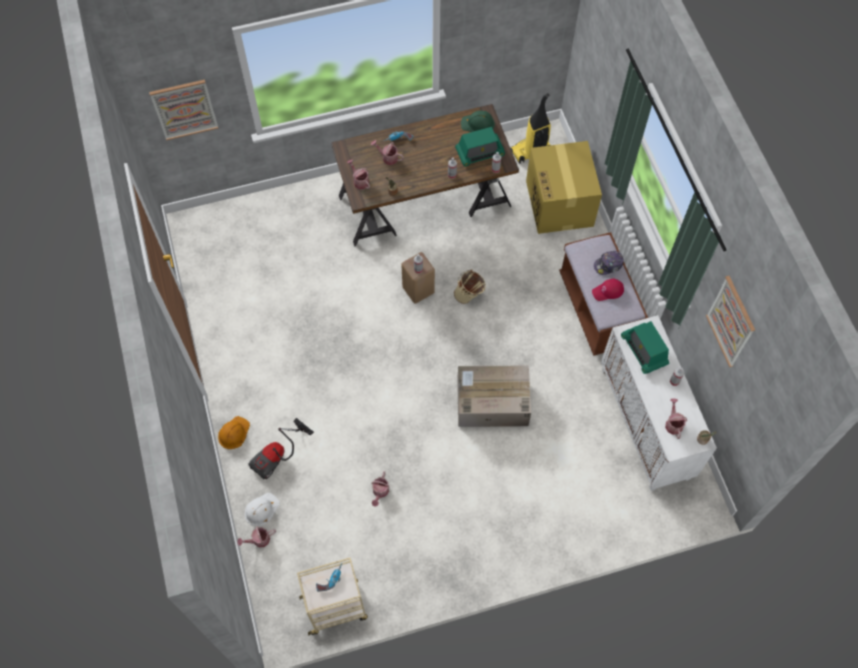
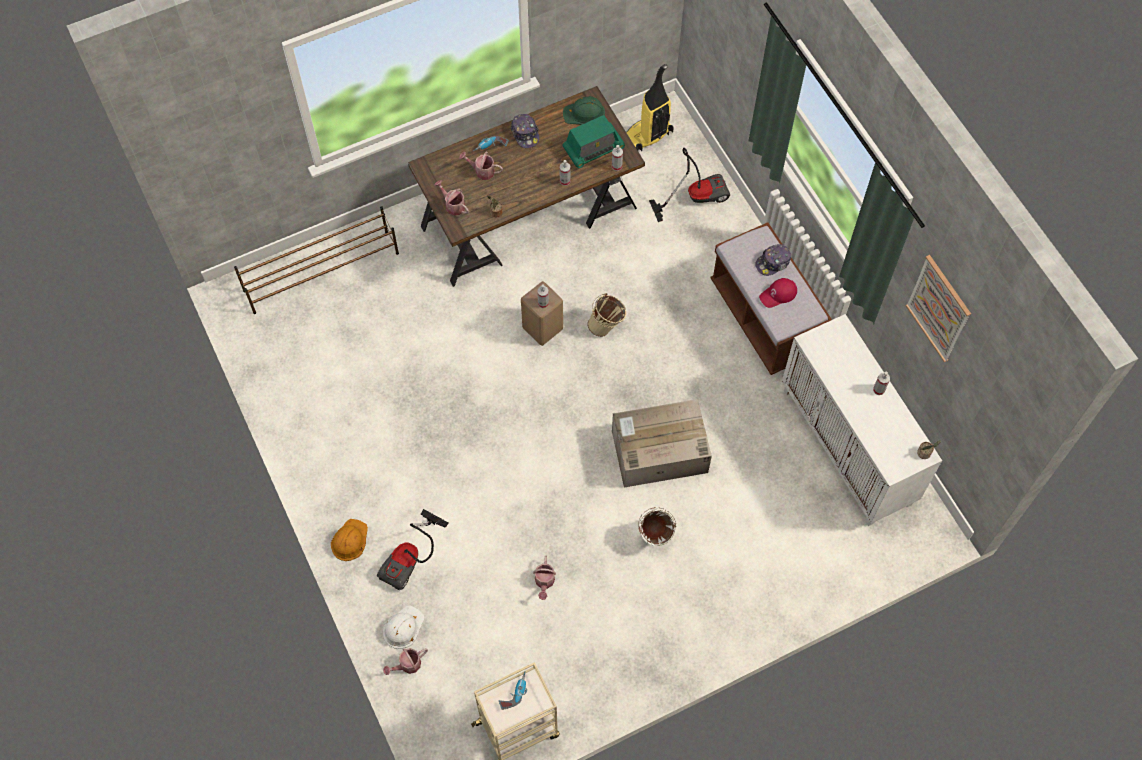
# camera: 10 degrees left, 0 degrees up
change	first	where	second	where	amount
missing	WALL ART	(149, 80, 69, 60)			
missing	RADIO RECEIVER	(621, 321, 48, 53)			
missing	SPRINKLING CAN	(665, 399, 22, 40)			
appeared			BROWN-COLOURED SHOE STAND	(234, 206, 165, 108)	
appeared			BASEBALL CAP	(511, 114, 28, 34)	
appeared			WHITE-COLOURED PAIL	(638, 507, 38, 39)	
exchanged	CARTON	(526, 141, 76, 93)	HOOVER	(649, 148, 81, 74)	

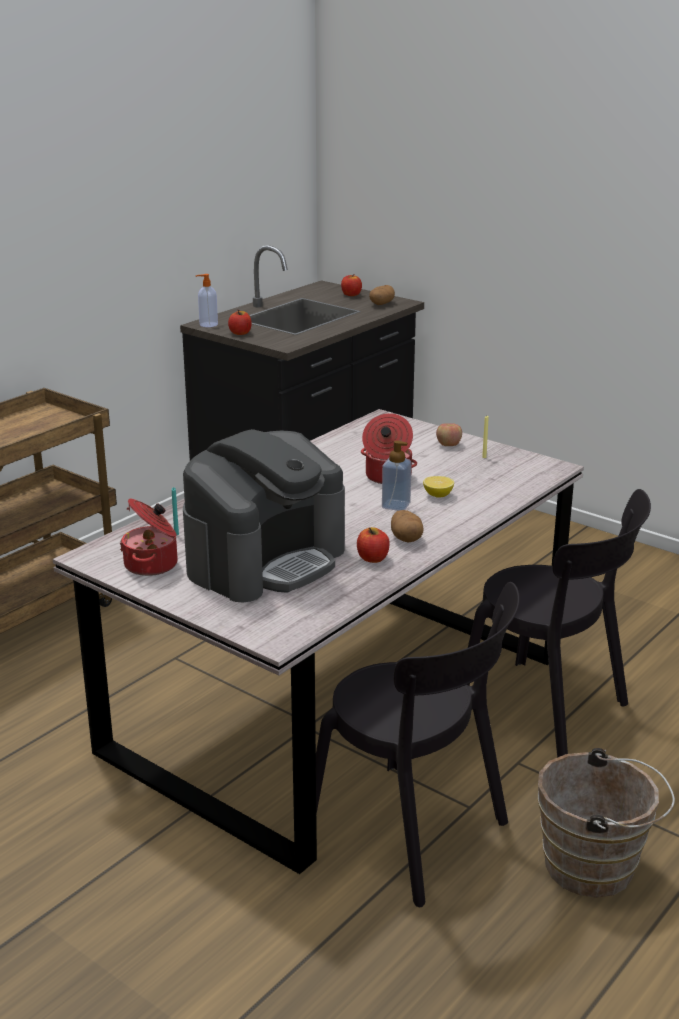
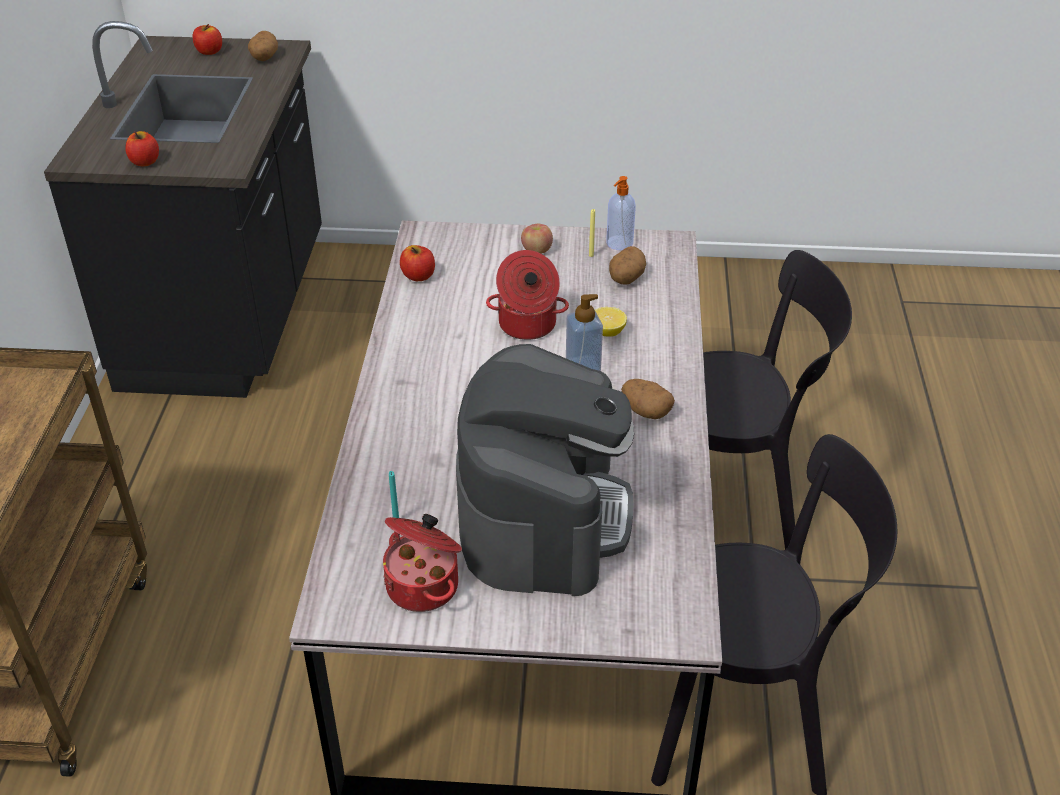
# camera: 35 degrees left, 15 degrees up
change	first	where	second	where	amount
missing	BROWN-COLOURED PAIL	(537, 748, 138, 150)			
appeared			POTATO	(609, 246, 37, 39)	
relocated	SOAP DISPENSER	(196, 274, 22, 53)		(606, 176, 30, 74)	
relocated	APPLE FRUIT	(357, 527, 32, 36)		(400, 245, 35, 36)	

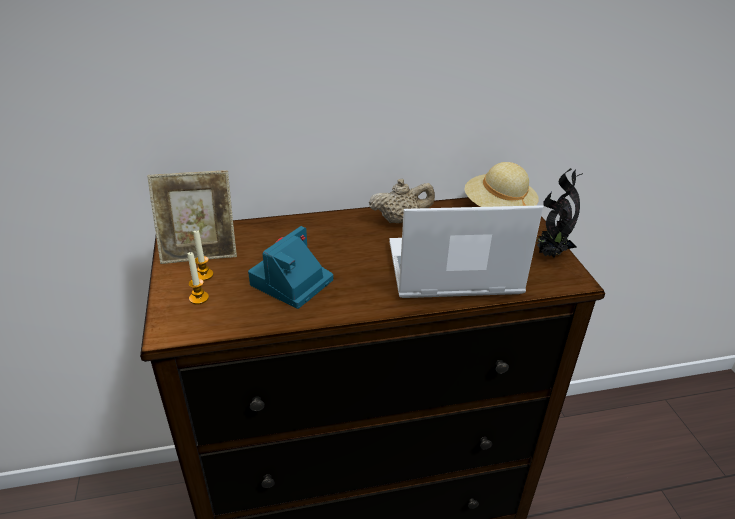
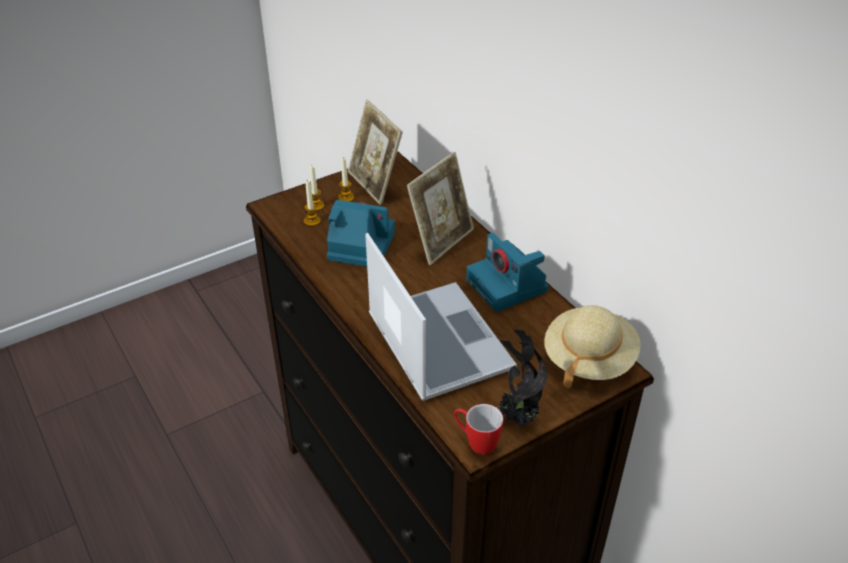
# camera: 70 degrees right, 5 degrees up
change	first	where	second	where	amount
appeared			WAX CANDLE	(304, 180, 17, 46)	
appeared			PICTURE FRAME	(407, 152, 67, 113)	
appeared			TEA MUG	(454, 404, 49, 51)	
exchanged	SAND-COLOURED POT FOR TEA	(369, 178, 66, 45)	STILL CAMERA	(466, 233, 83, 79)	

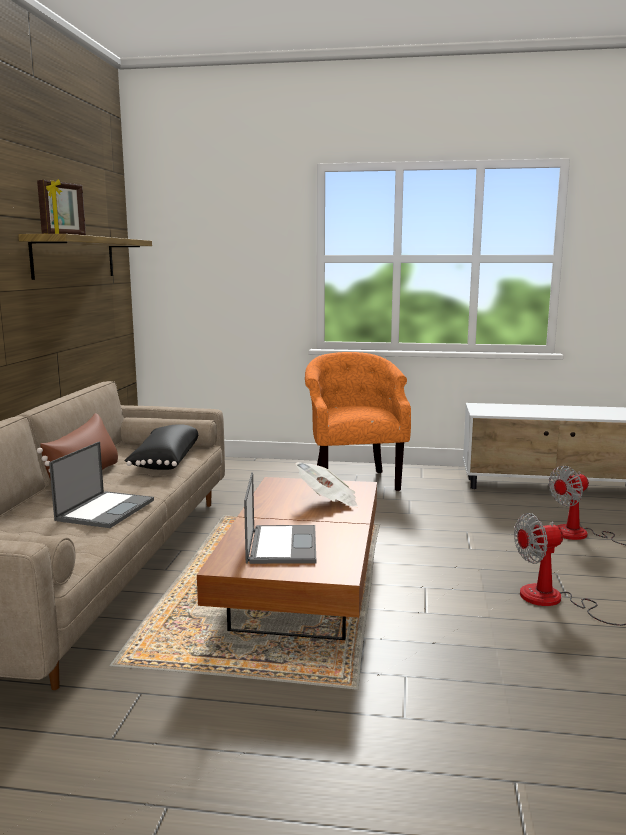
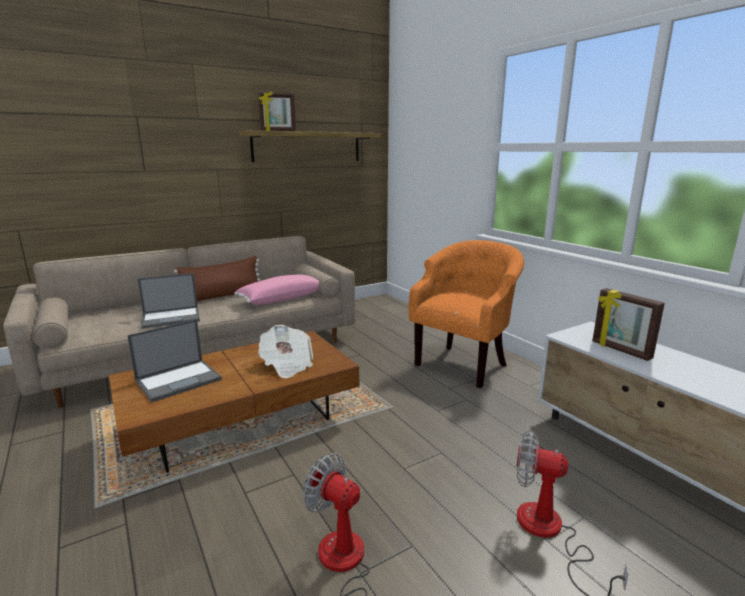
# camera: 50 degrees right, 5 degrees up
change	first	where	second	where	amount
appeared			PICTURE FRAME	(592, 288, 73, 73)	
colour	BLACKISH PILLOW	(124, 424, 74, 46)	PINKISH PILLOW	(234, 275, 85, 30)	

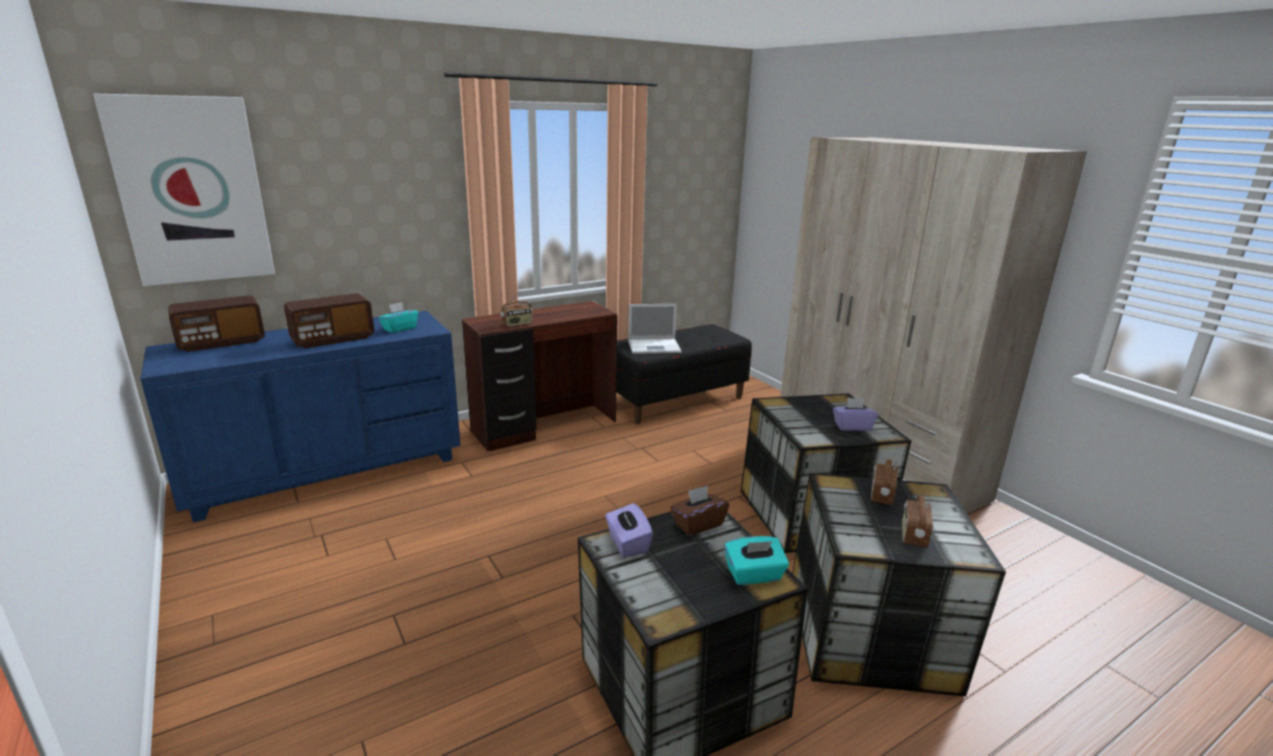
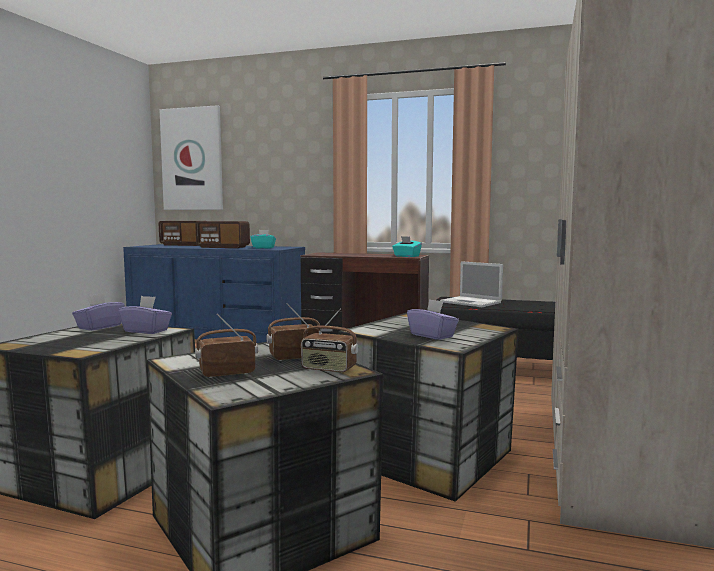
# camera: 50 degrees right, 15 degrees down
change	first	where	second	where	amount
relocated	RADIO RECEIVER	(501, 292, 31, 35)		(301, 309, 57, 64)	
relocated	TURQUOISE-COLOURED TISSUE HOLDER	(724, 536, 65, 49)		(392, 236, 30, 21)	
colour	BROWN-COLOURED TISSUE HOLDER	(671, 486, 58, 50)	PURPLISH TISSUE HOLDER	(118, 296, 54, 38)	

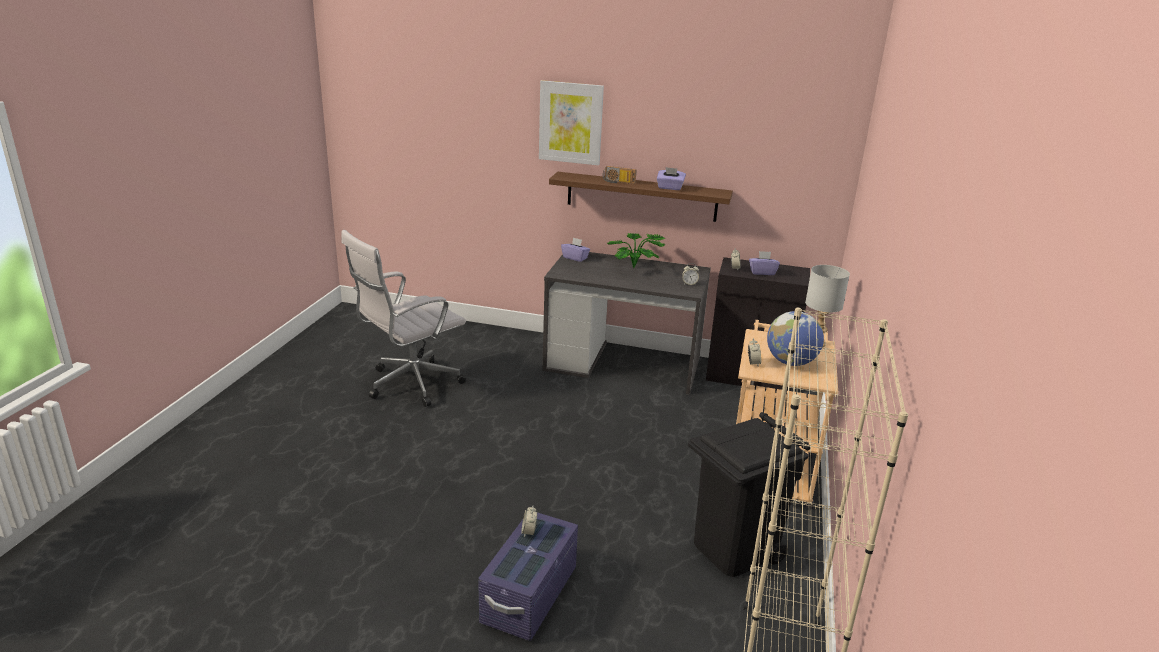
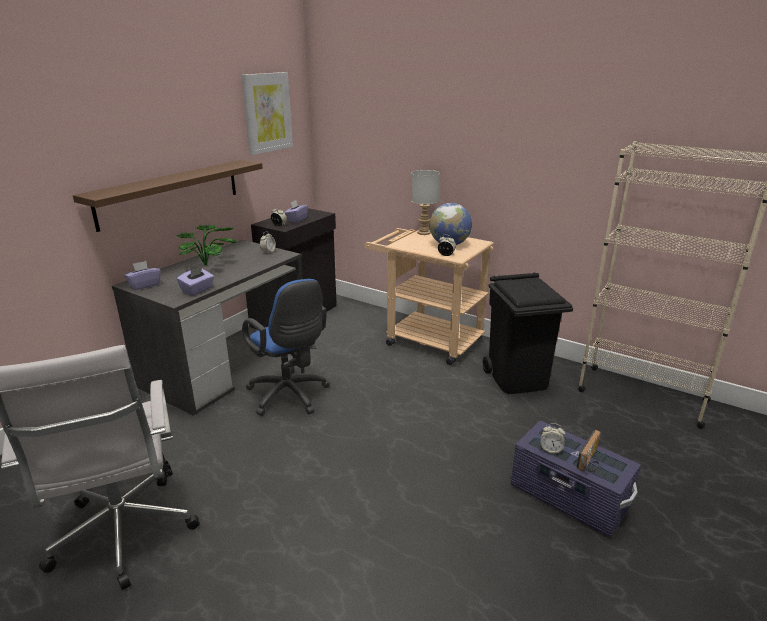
# camera: 70 degrees left, 0 degrees up
change	first	where	second	where	amount
appeared			BLUISH COMPUTER CHAIR	(242, 279, 88, 137)	
relocated	WALL ART	(539, 80, 65, 85)		(242, 72, 51, 83)	
relocated	RADIO RECEIVER	(603, 166, 34, 18)		(577, 430, 24, 42)	
relocated	PURPLISH TISSUE HOLDER	(657, 167, 29, 23)		(177, 267, 37, 29)	

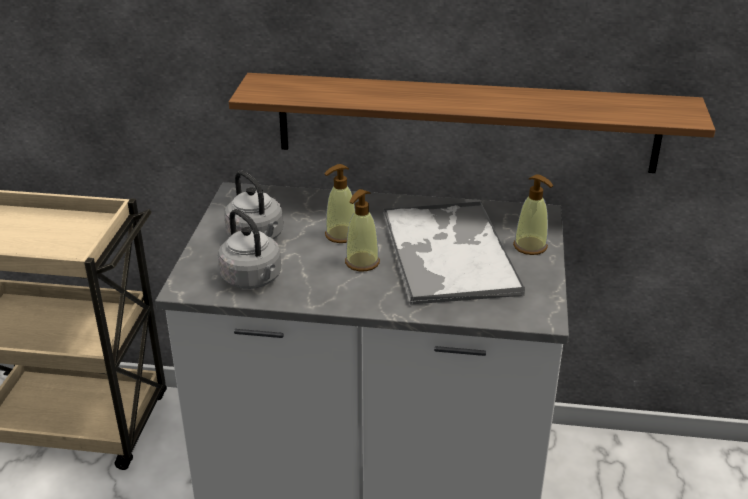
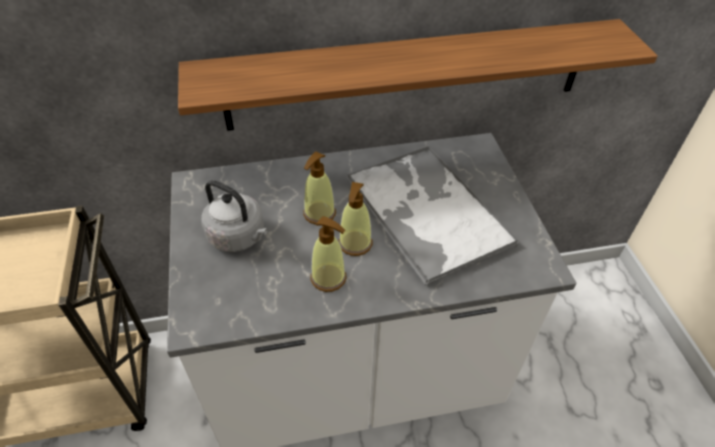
# camera: 20 degrees left, 15 degrees up
change	first	where	second	where	amount
missing	GREY TEA KETTLE	(218, 209, 63, 80)			
relocated	SOAP DISPENSER	(513, 175, 40, 80)		(310, 216, 37, 76)	

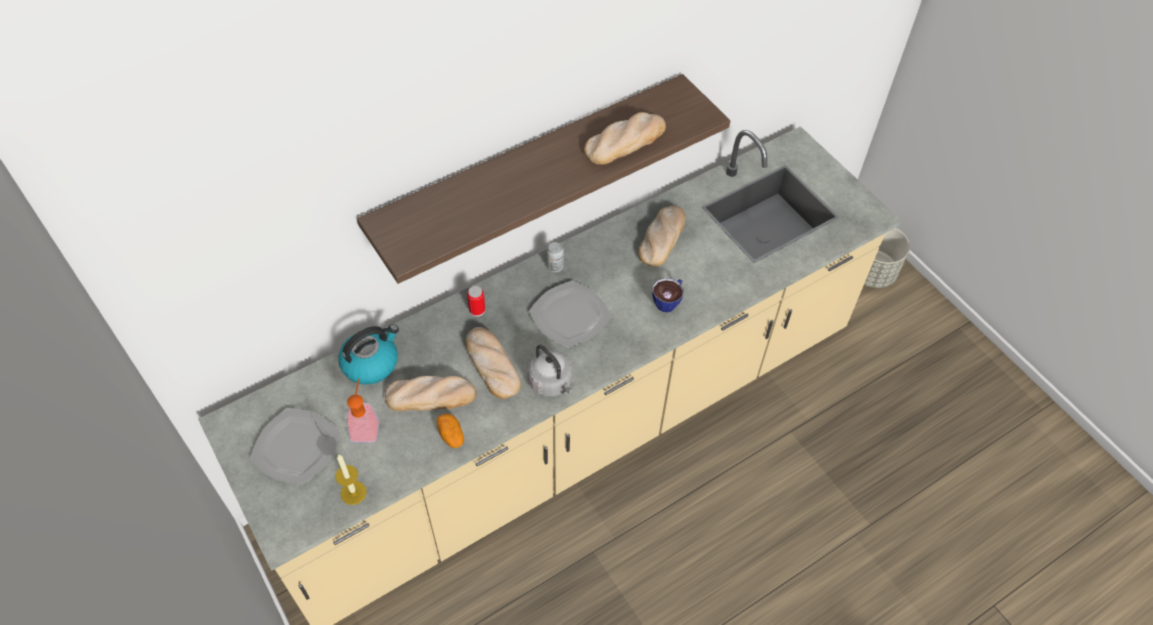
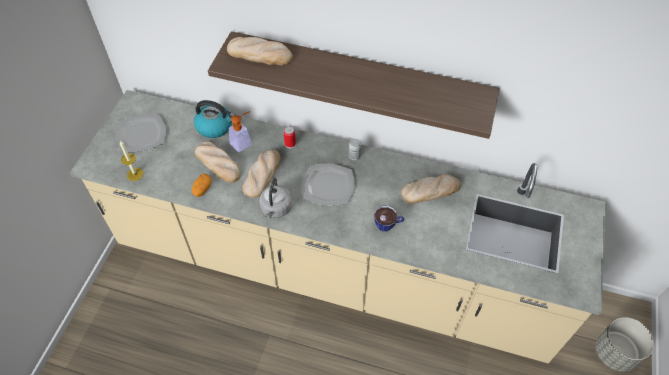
# camera: 50 degrees right, 0 degrees up
change	first	where	second	where	amount
relocated	SOAP DISPENSER	(346, 379, 33, 63)		(229, 111, 23, 41)	
relocated	BAKED BREAD	(584, 112, 82, 52)		(227, 37, 66, 28)	

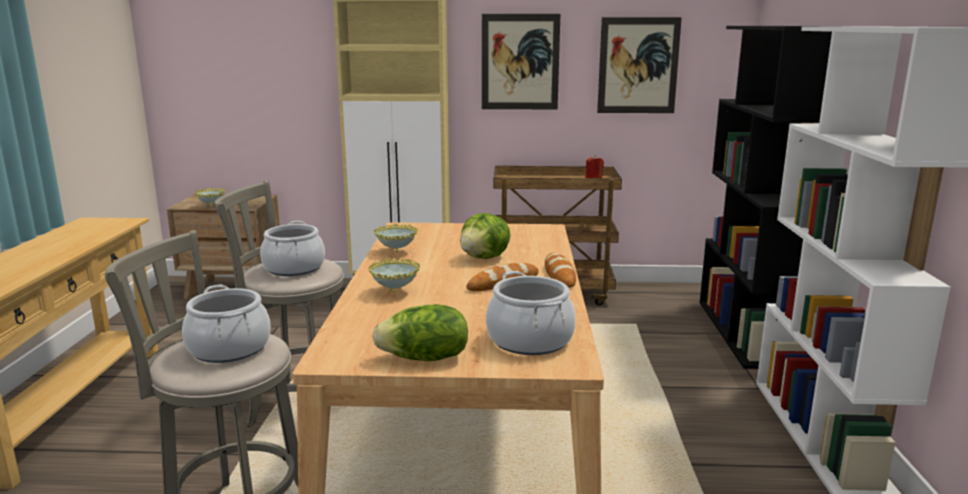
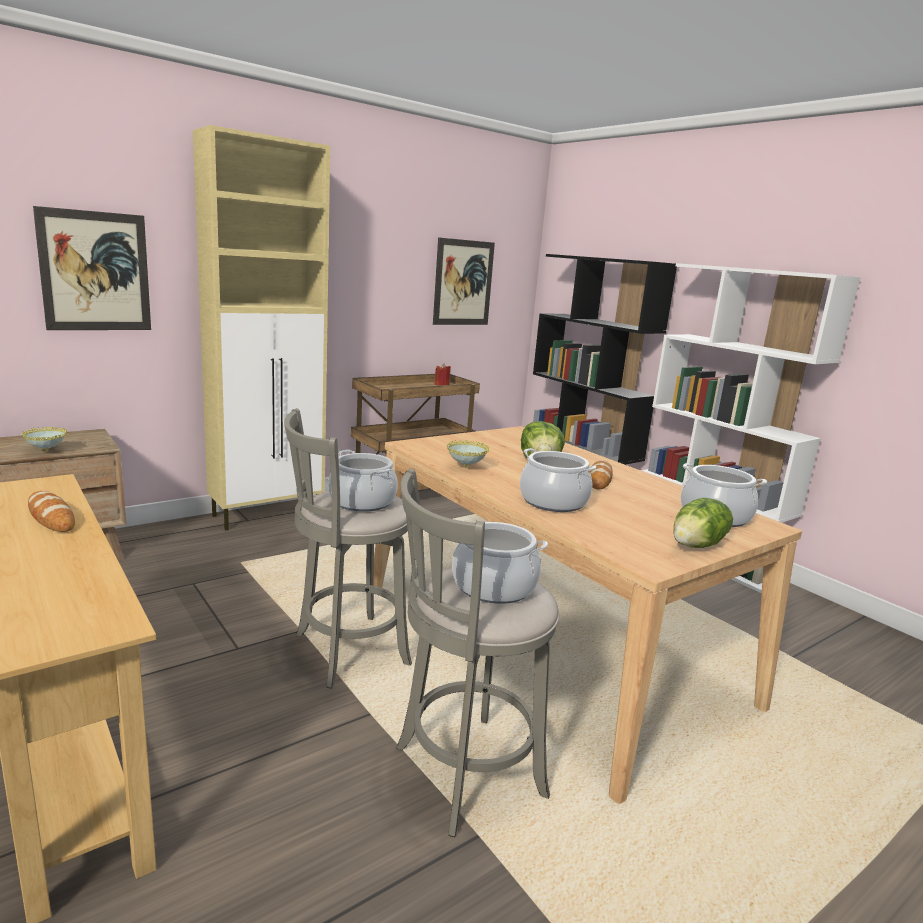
# camera: 40 degrees left, 0 degrees up
change	first	where	second	where	amount
relocated	WALL ART	(482, 14, 78, 95)		(33, 206, 118, 124)	
relocated	BAKED BREAD	(545, 253, 31, 35)		(28, 491, 47, 41)	
exchanged	BOWL	(368, 258, 52, 35)	SAUCEPOT	(520, 448, 76, 64)	

